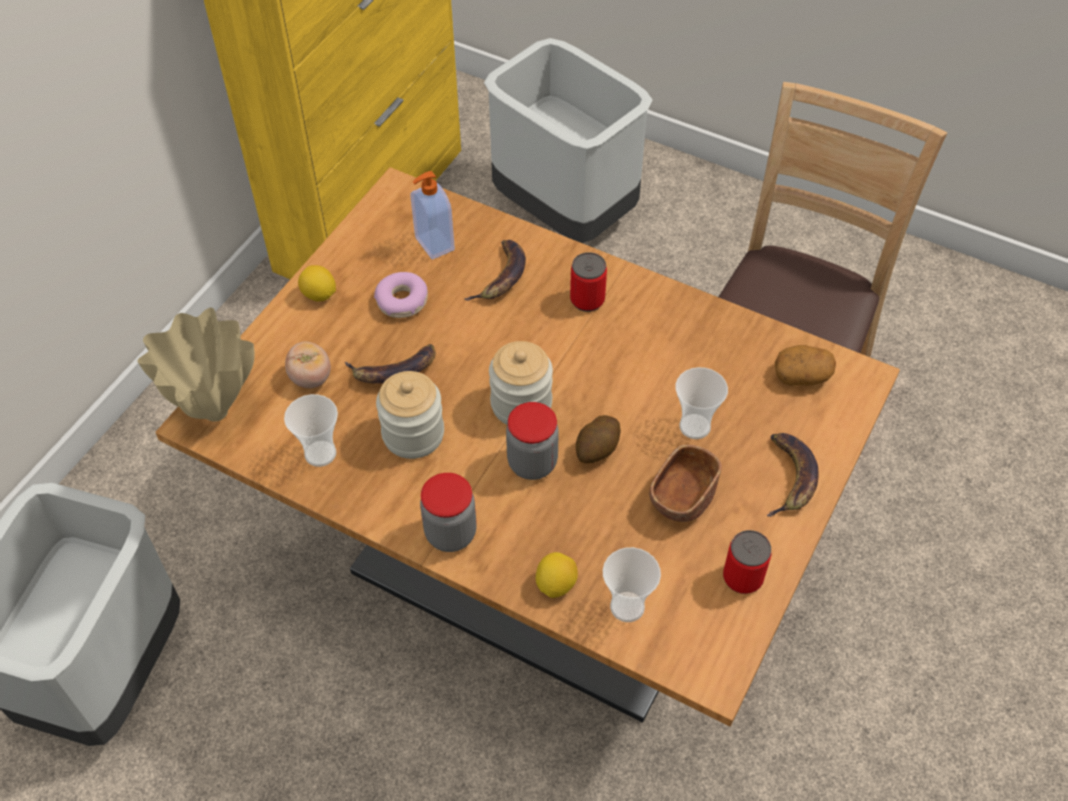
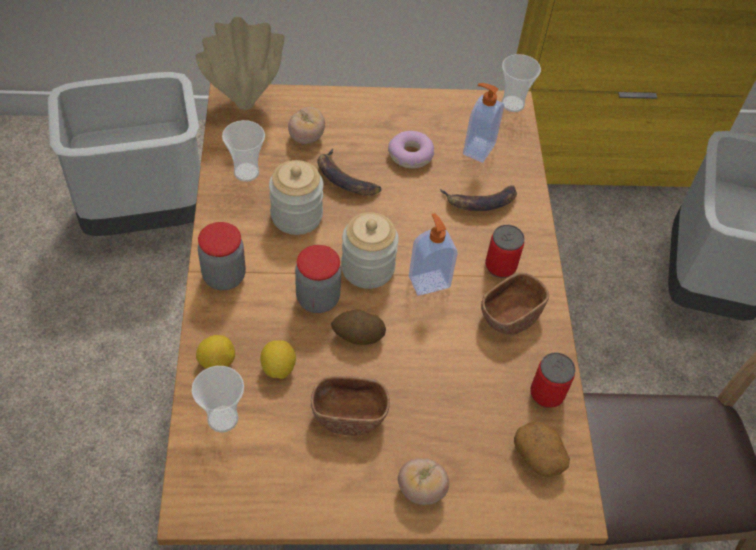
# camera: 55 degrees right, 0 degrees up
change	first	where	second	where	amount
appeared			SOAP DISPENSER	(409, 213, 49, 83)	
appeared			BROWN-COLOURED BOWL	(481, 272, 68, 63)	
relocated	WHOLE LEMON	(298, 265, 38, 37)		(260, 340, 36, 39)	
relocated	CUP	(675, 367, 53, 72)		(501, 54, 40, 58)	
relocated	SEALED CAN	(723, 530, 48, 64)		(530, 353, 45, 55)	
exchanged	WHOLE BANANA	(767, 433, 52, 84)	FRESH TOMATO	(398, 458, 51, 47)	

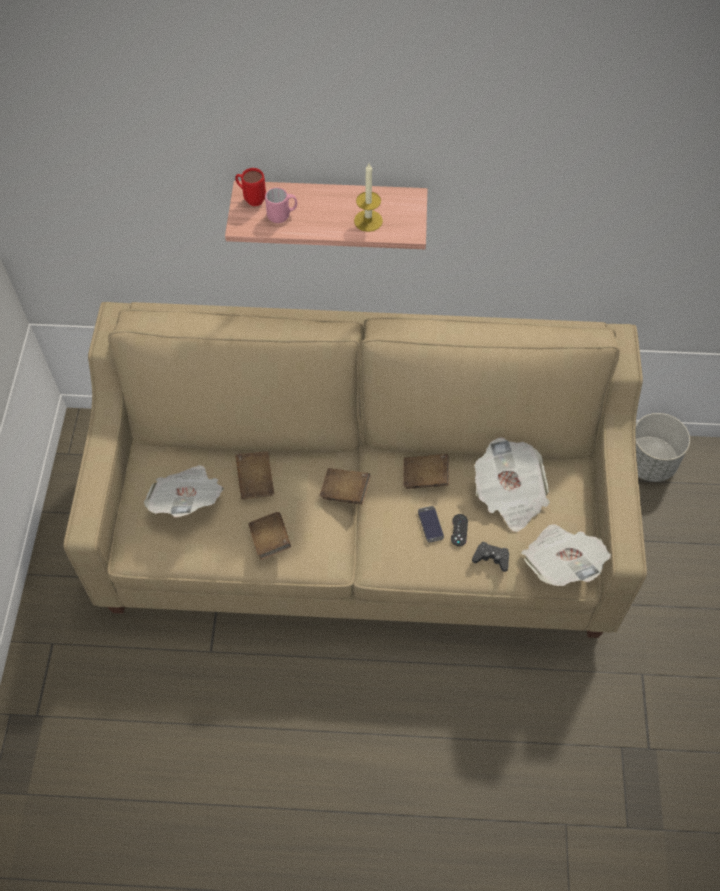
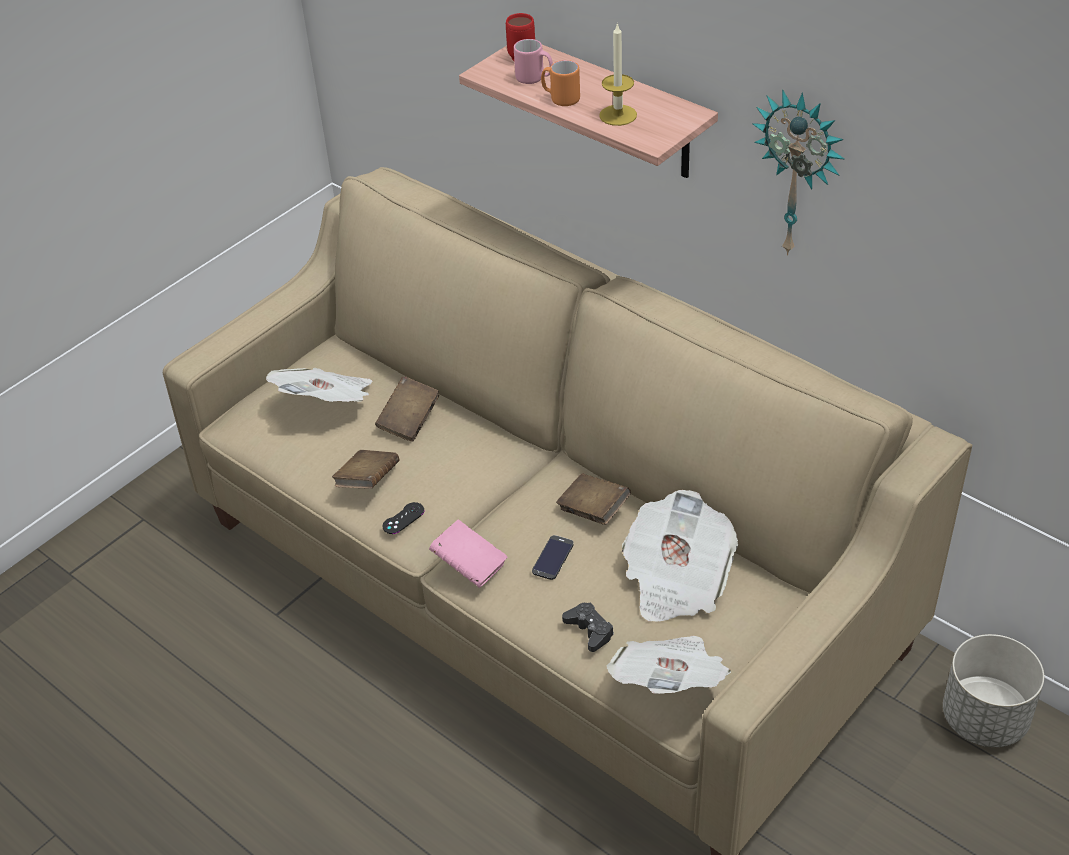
# camera: 40 degrees right, 15 degrees down
change	first	where	second	where	amount
missing	BROWN-COLOURED VOLUME	(319, 468, 51, 37)			
appeared			PINKISH VOLUME	(429, 520, 79, 68)	
appeared			ORANGEY TEA MUG	(541, 60, 39, 46)	
appeared			HANGING CLOCK	(752, 89, 92, 167)	
relocated	BLACKISH JOYPAD	(451, 514, 17, 32)		(382, 502, 42, 32)	

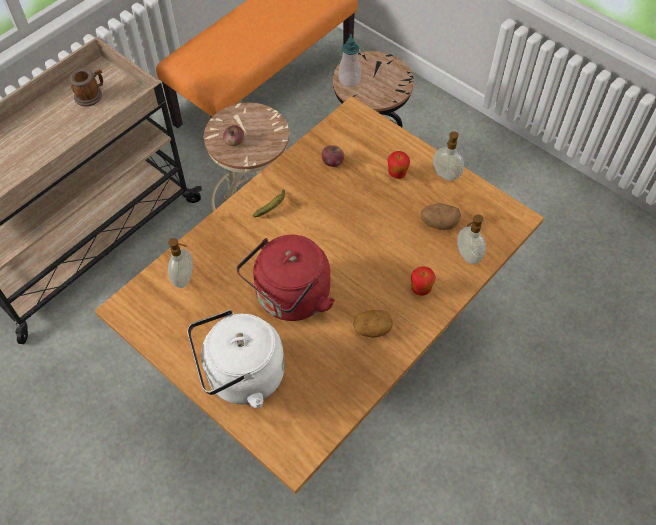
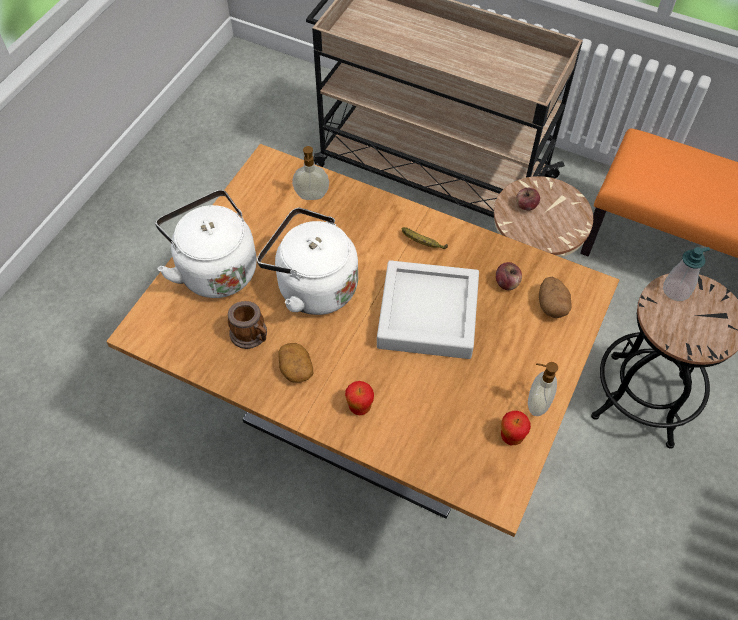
# camera: 75 degrees right, 0 degrees up
change	first	where	second	where	amount
missing	SOAP DISPENSER	(457, 215, 29, 49)			
appeared			GREY TRAY	(377, 260, 102, 99)	
relocated	TEA MUG	(70, 68, 33, 39)		(228, 301, 39, 48)	
relocated	APPLE FRUIT	(388, 151, 22, 28)		(501, 411, 30, 34)	
relocated	POTATO	(420, 203, 41, 27)		(539, 277, 33, 41)	
colour	REDDISH TEA KETTLE	(236, 235, 99, 86)	WHITE-COLOURED TEA KETTLE	(257, 208, 101, 107)	

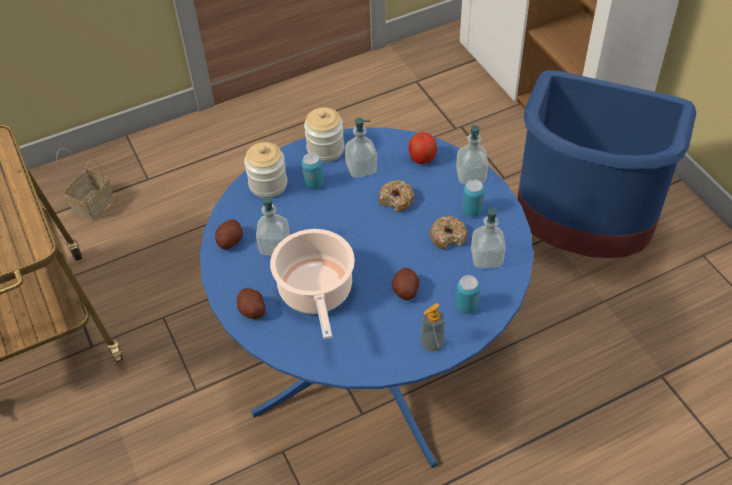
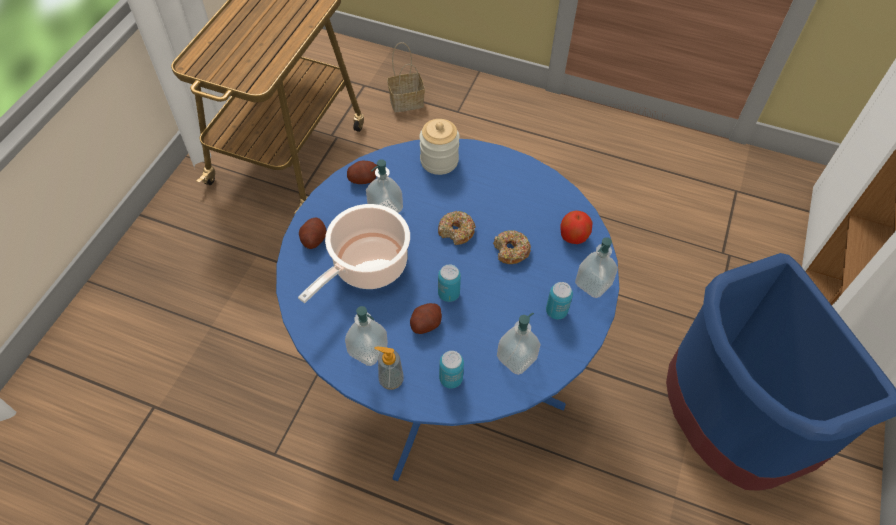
# camera: 45 degrees right, 5 degrees up
change	first	where	second	where	amount
missing	PRESERVE JAR	(304, 107, 40, 55)			
relocated	SEALED CAN	(302, 153, 21, 36)		(438, 264, 23, 38)	
relocated	SOAP DISPENSER	(345, 118, 32, 60)		(345, 306, 43, 60)	
relocated	RING DOUGHNUT	(429, 216, 38, 33)		(438, 211, 38, 34)	

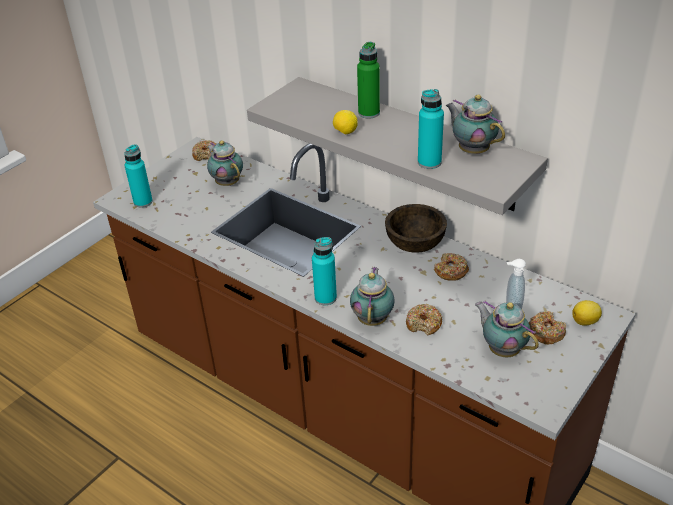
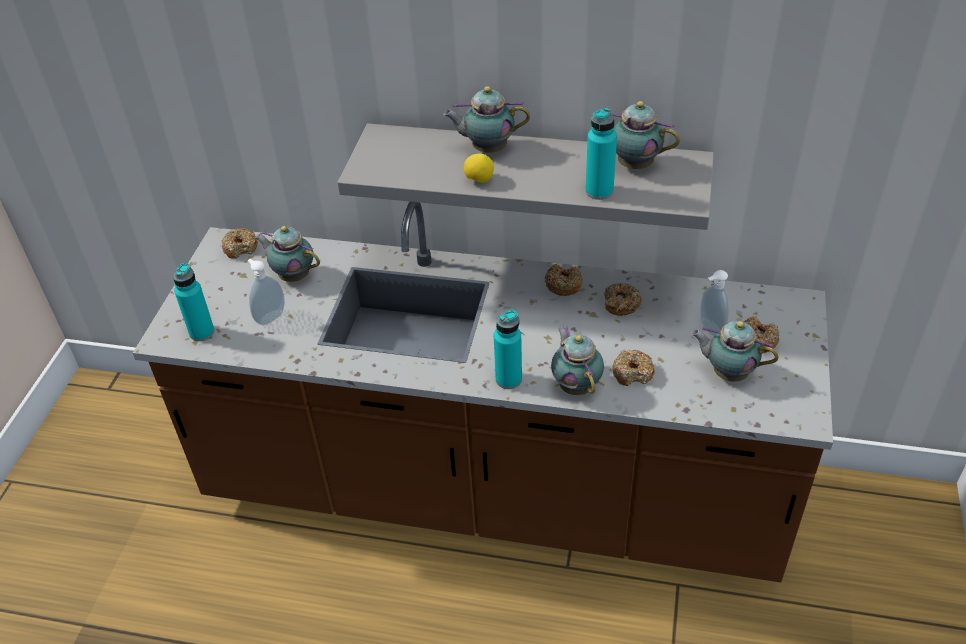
# camera: 25 degrees left, 5 degrees up
change	first	where	second	where	amount
missing	WHOLE LEMON	(572, 300, 30, 26)			
appeared			SOAP DISPENSER	(248, 259, 37, 66)	
exchanged	GREENISH BOTTLE	(357, 42, 23, 77)	POT FOR TEA	(443, 86, 87, 67)	
exchanged	BROWN-COLOURED BOWL	(385, 204, 62, 49)	RING DOUGHNUT	(545, 264, 38, 32)	

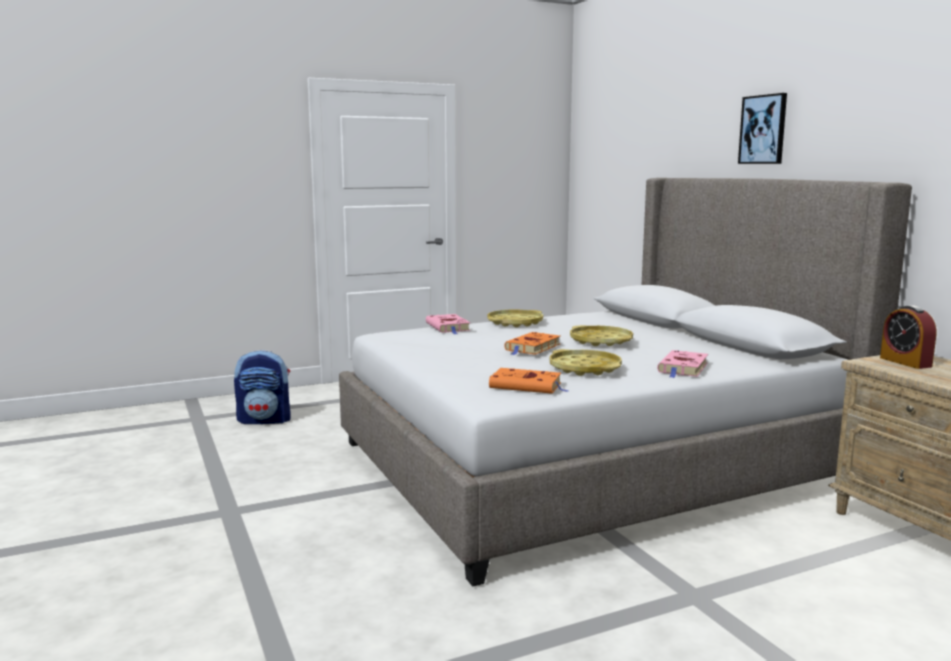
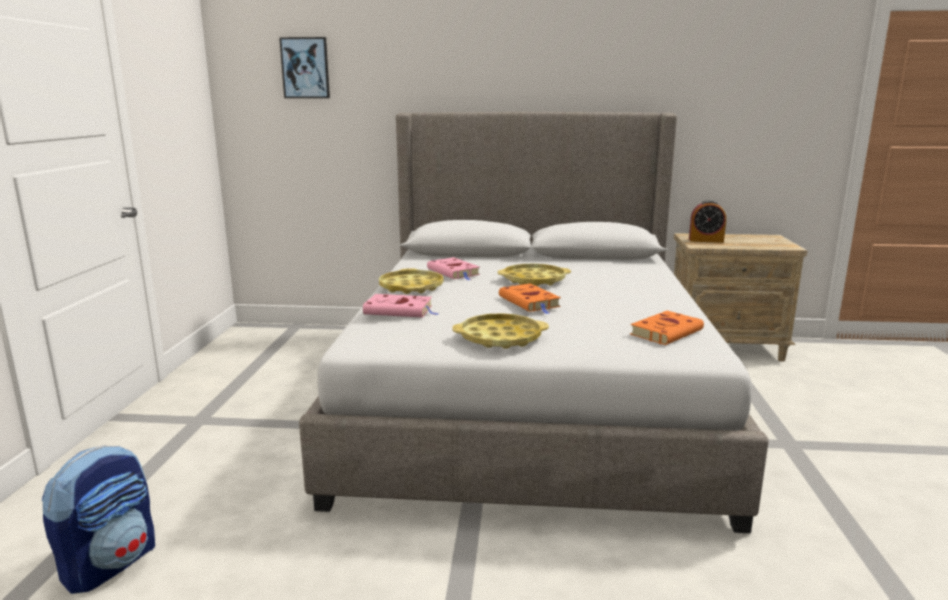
# camera: 60 degrees left, 5 degrees up
change	first	where	second	where	amount
relocated	YELLOW-COLOURED TRAY	(550, 349, 72, 27)		(452, 313, 97, 36)	
relocated	PINKISH VOLUME	(657, 350, 51, 28)		(427, 257, 53, 24)	
relocated	WALL ART	(738, 93, 49, 71)		(279, 37, 51, 61)	

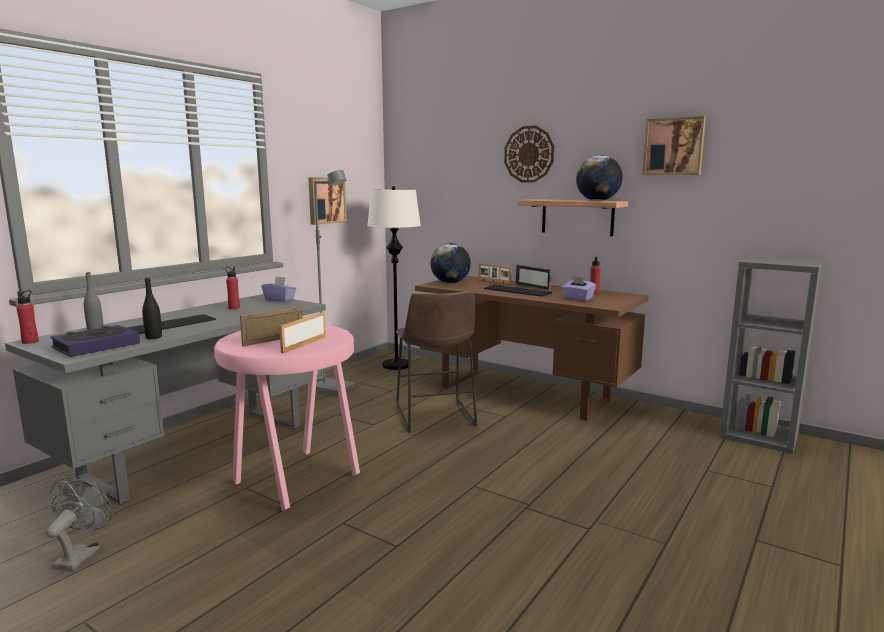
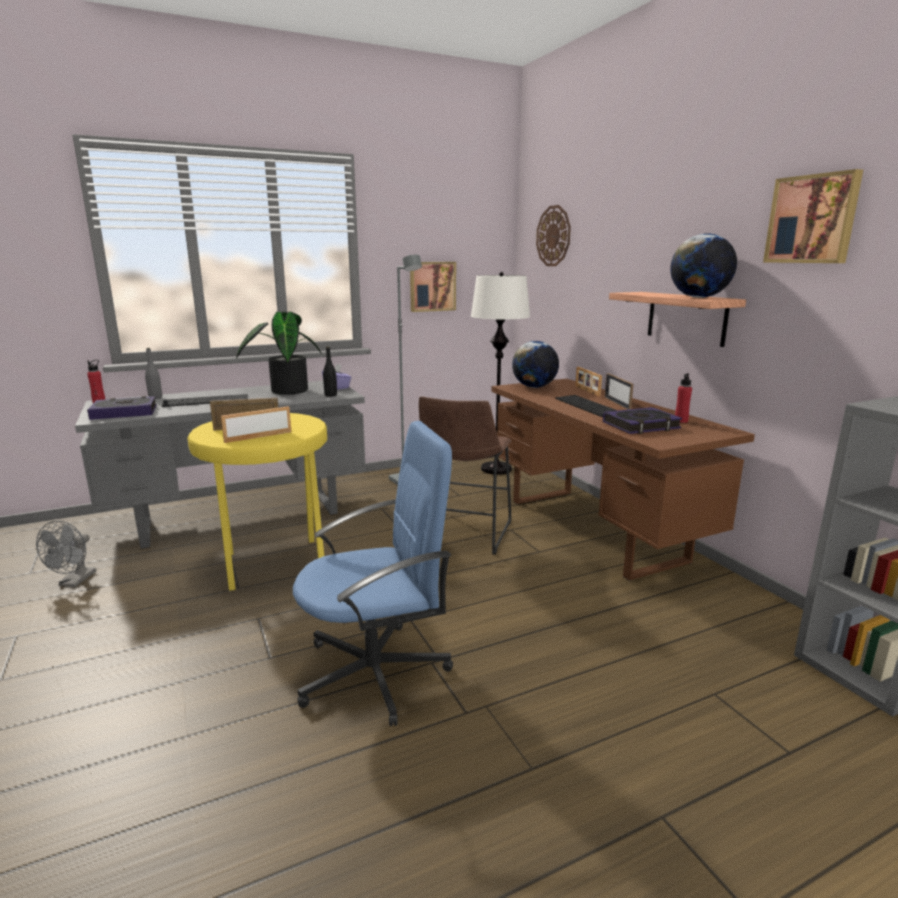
# camera: 30 degrees right, 5 degrees up
change	first	where	second	where	amount
appeared			BLUISH COMPUTER CHAIR	(293, 421, 160, 305)	
relocated	BLACKISH BOTTLE	(142, 277, 20, 62)		(323, 346, 14, 51)	
relocated	HANGING CLOCK	(504, 126, 50, 56)		(536, 205, 35, 61)	
exchanged	REDDISH BOTTLE	(225, 267, 15, 42)	POTTED PLANT	(236, 311, 85, 84)	
exchanged	PURPLISH TISSUE HOLDER	(562, 276, 34, 25)	VOLUME	(603, 407, 79, 27)	
colour	PINKISH STOOL	(214, 325, 146, 186)	YELLOW-COLOURED STOOL	(187, 413, 140, 178)	
spun	GREY ELECTRIC FAN	(46, 477, 66, 94)		(36, 521, 60, 66)	150 degrees clockwise

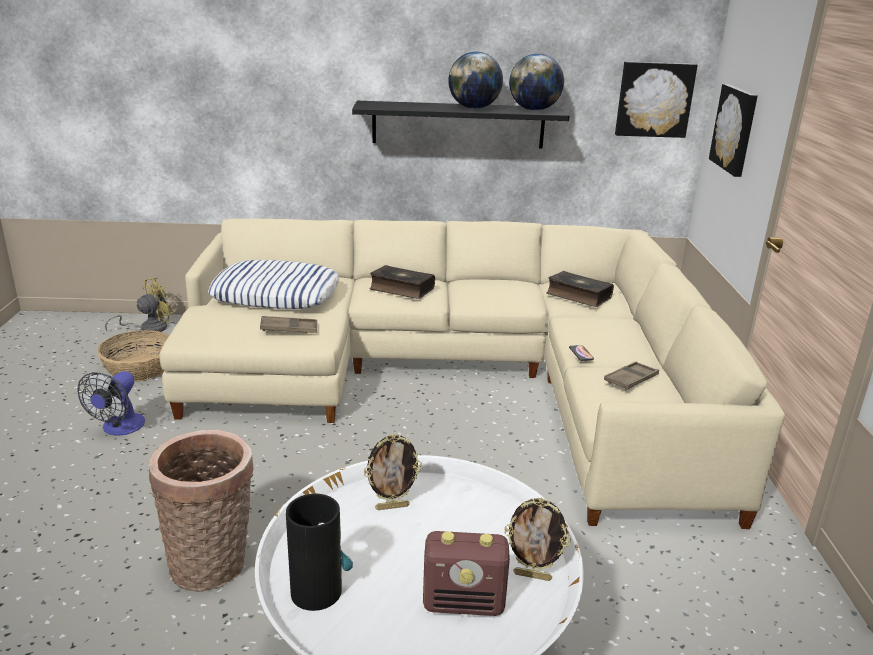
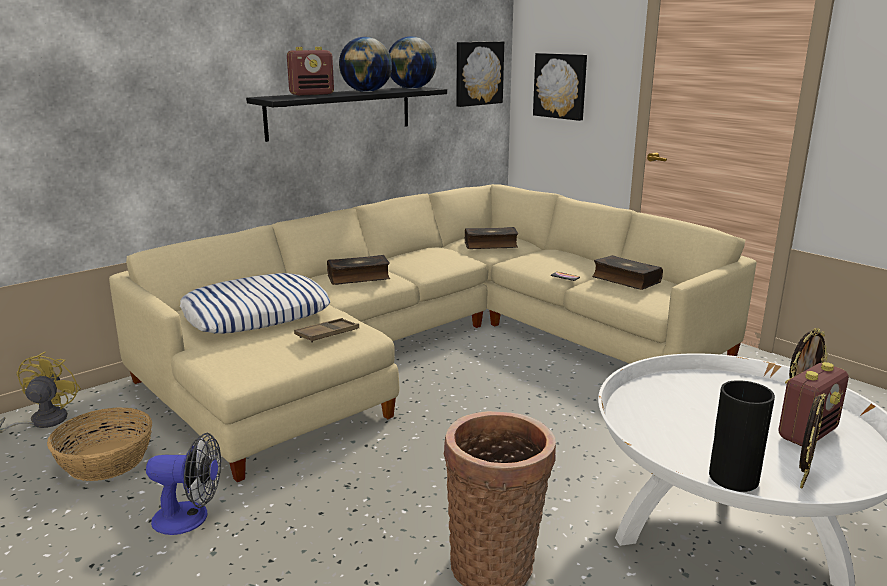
# camera: 40 degrees left, 5 degrees down
change	first	where	second	where	amount
appeared			RADIO RECEIVER	(287, 47, 47, 49)	
relocated	PICTURE FRAME	(364, 434, 58, 76)		(799, 393, 27, 95)	
exchanged	BROWN-COLOURED TRAY	(604, 362, 55, 28)	VOLUME	(592, 255, 71, 35)	
spun	ELECTRIC FAN	(77, 371, 68, 65)		(146, 433, 75, 102)	60 degrees counterclockwise

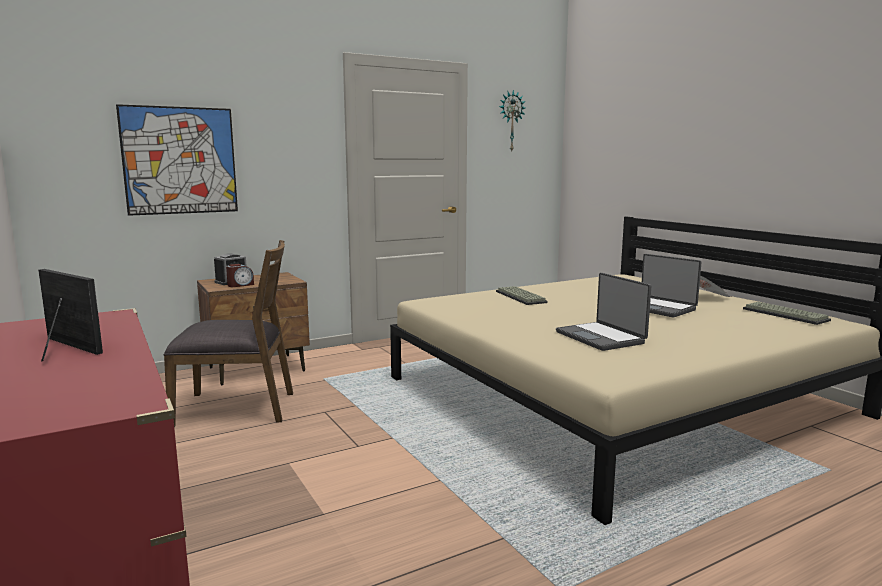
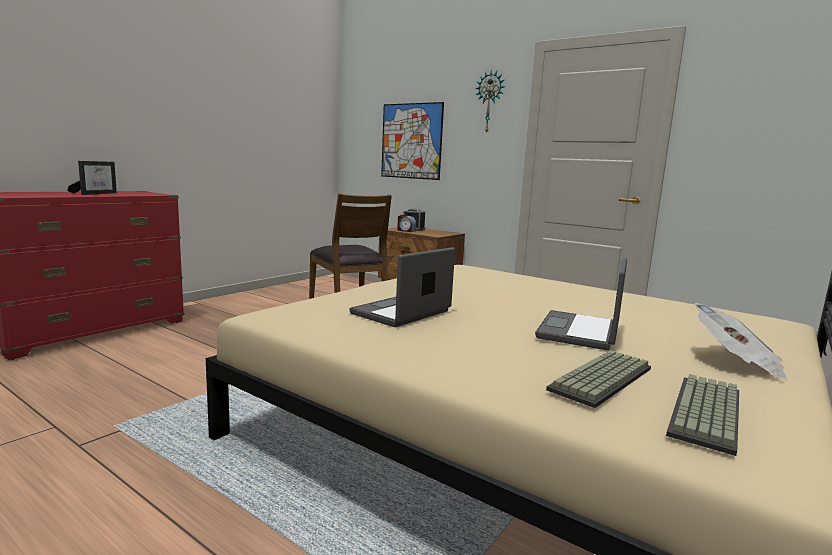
# camera: 65 degrees right, 0 degrees up
change	first	where	second	where	amount
relocated	KEYBOARD	(496, 286, 52, 19)		(546, 350, 105, 58)	
relocated	HANGING CLOCK	(499, 90, 26, 61)		(475, 69, 30, 65)	

